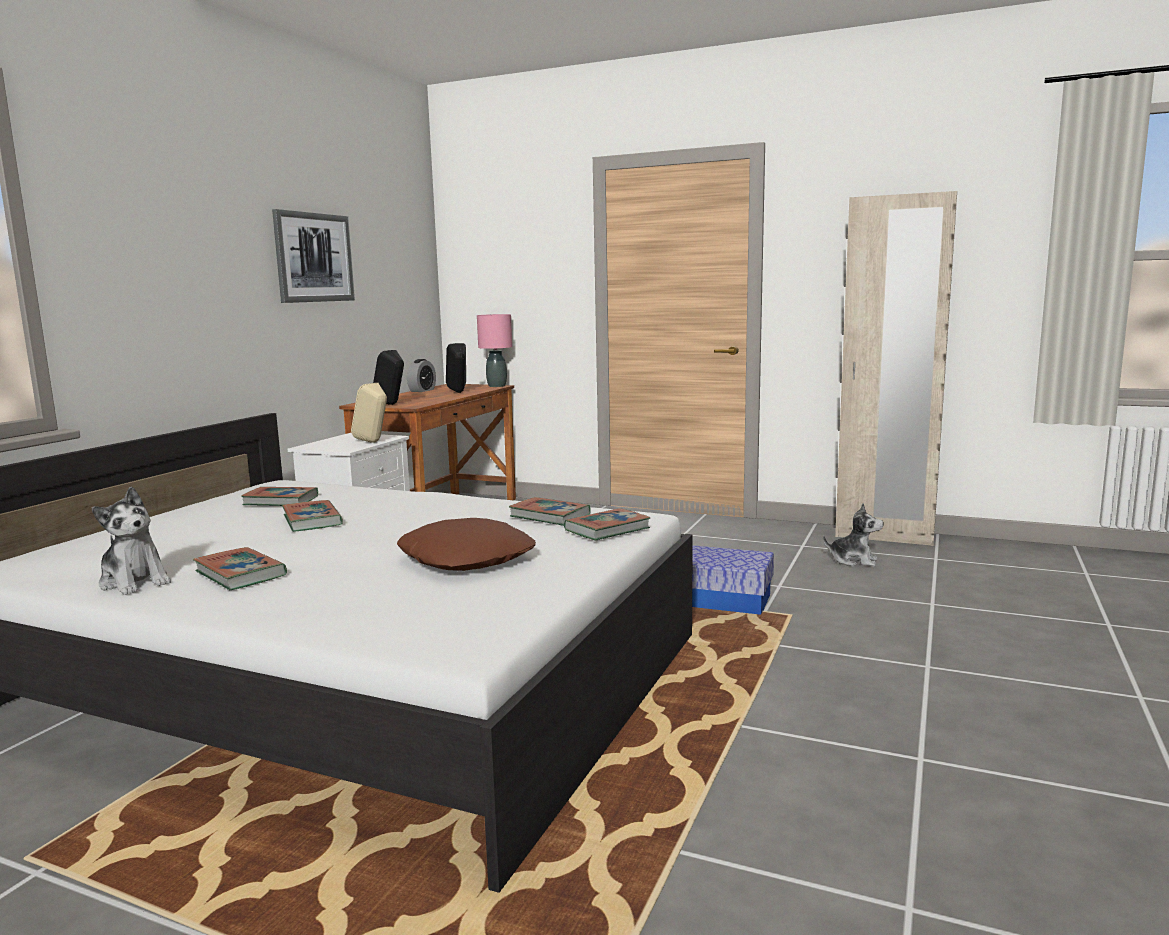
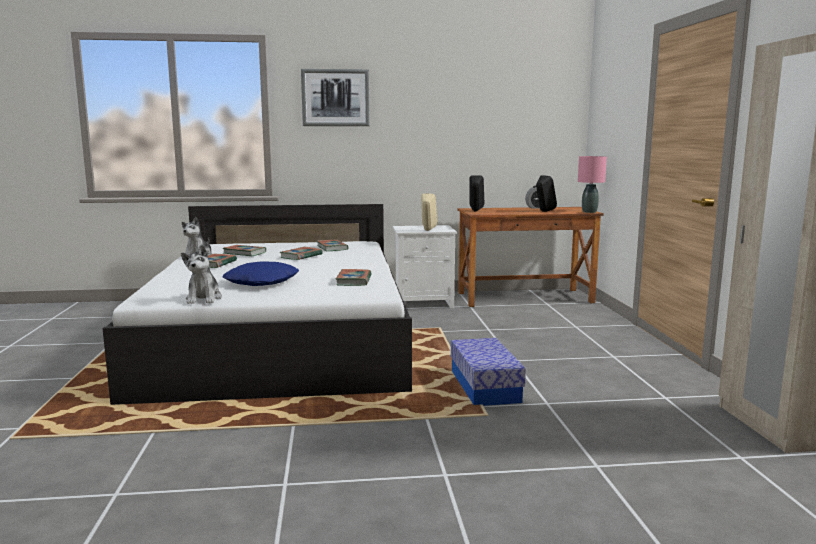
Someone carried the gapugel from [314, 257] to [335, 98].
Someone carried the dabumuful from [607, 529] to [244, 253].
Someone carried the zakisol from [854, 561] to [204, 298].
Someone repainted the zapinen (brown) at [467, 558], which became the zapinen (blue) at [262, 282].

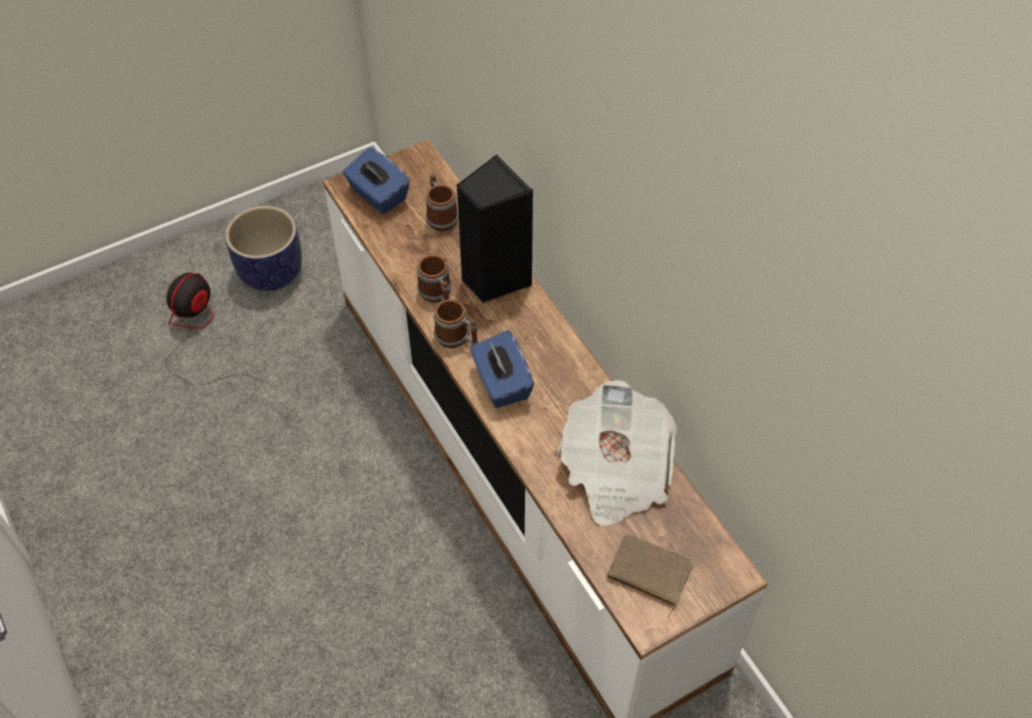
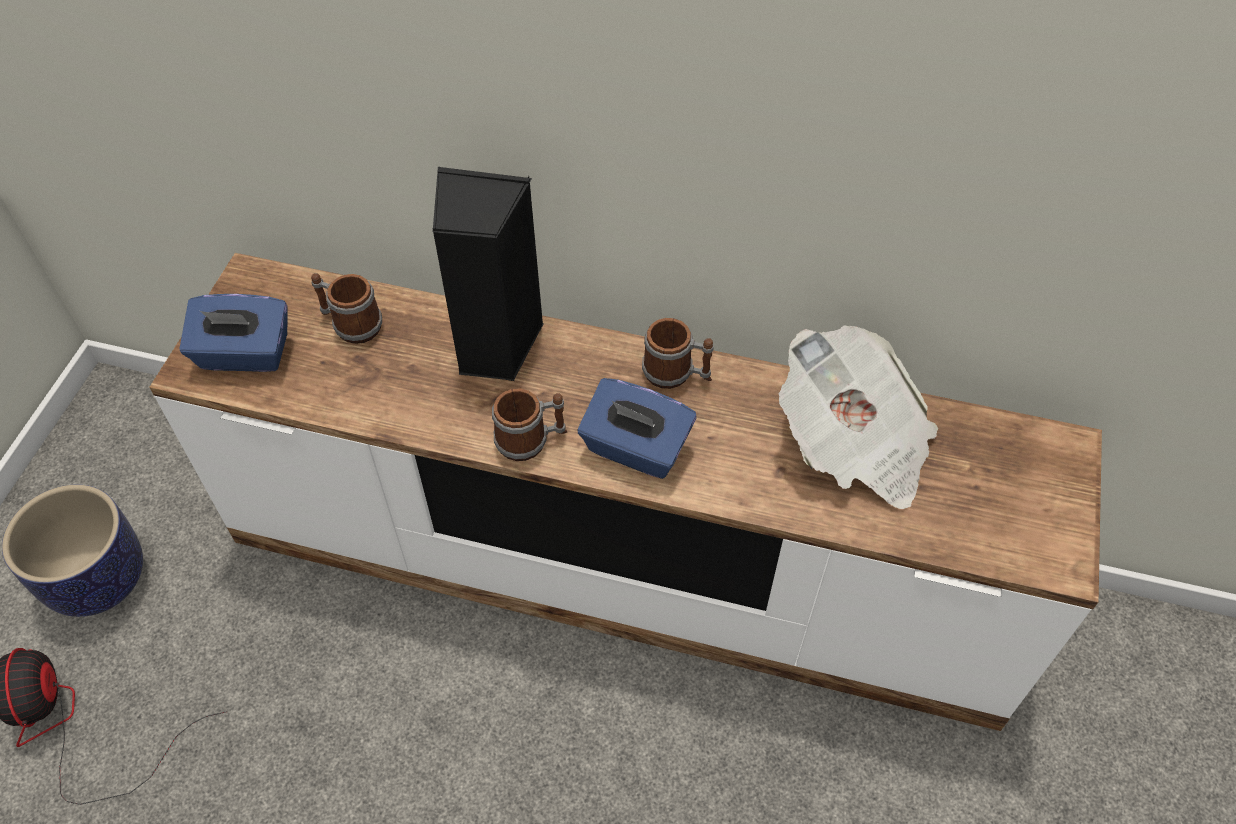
Someone took away the dabumuful (brown) at [648, 574].
Someone carried the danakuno from [438, 296] to [676, 374].

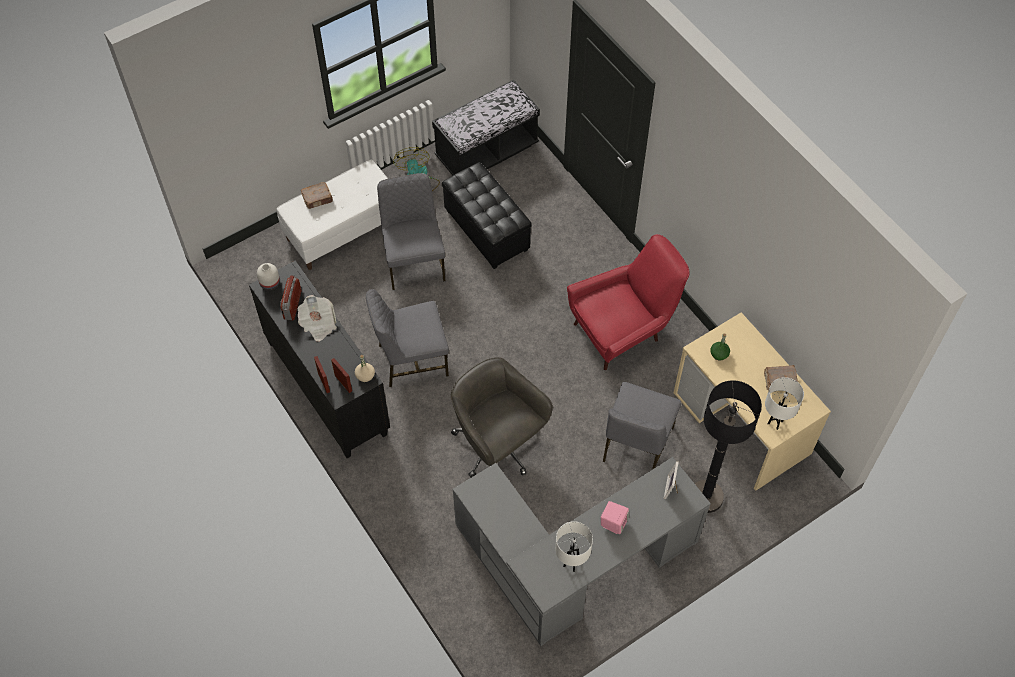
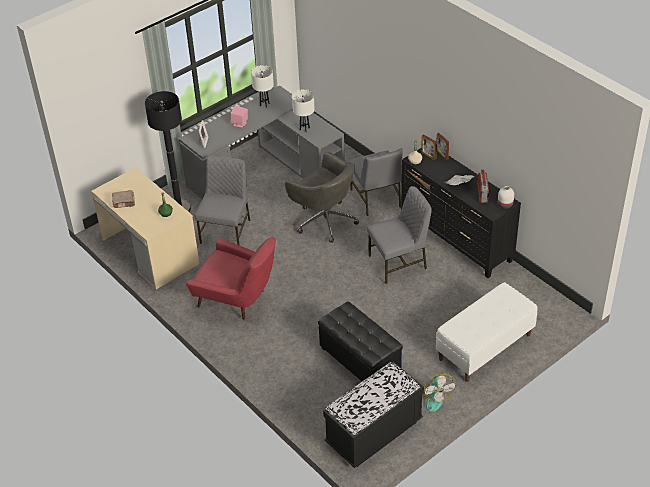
Someone took away the dabumuful (brown) at [318, 199].
Someone carried the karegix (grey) from [414, 261] to [376, 198].
Someone carried the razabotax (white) from [775, 422] to [304, 129].
Someone rotated the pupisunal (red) at [623, 330] by 120 degrees counterclockwise.

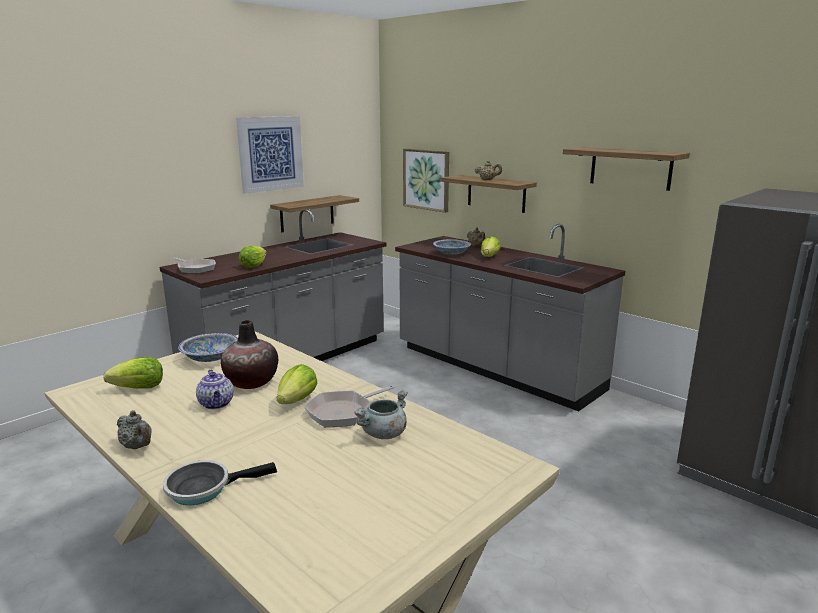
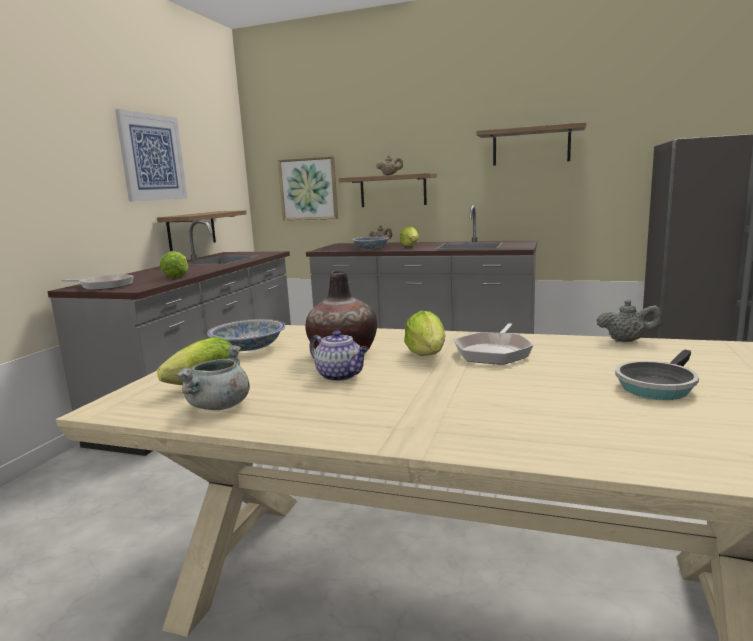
Someone carried the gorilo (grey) from [138, 446] to [627, 341].
Someone carried the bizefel from [204, 488] to [656, 386].
Someone carried the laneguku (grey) from [383, 434] to [219, 406].

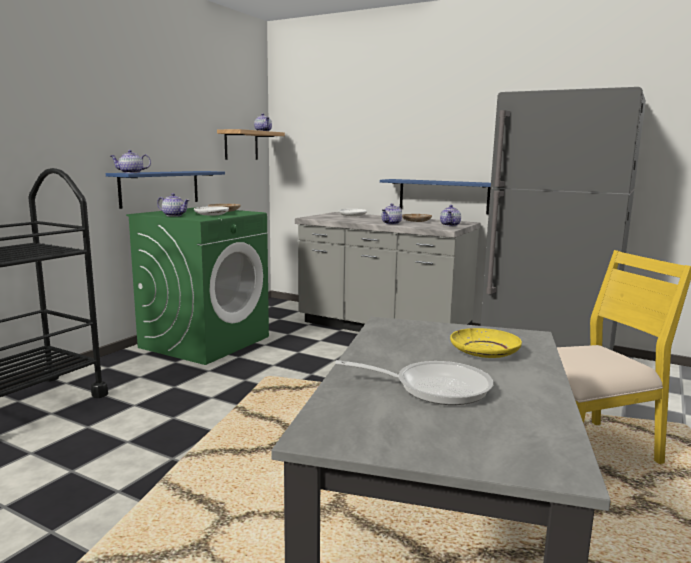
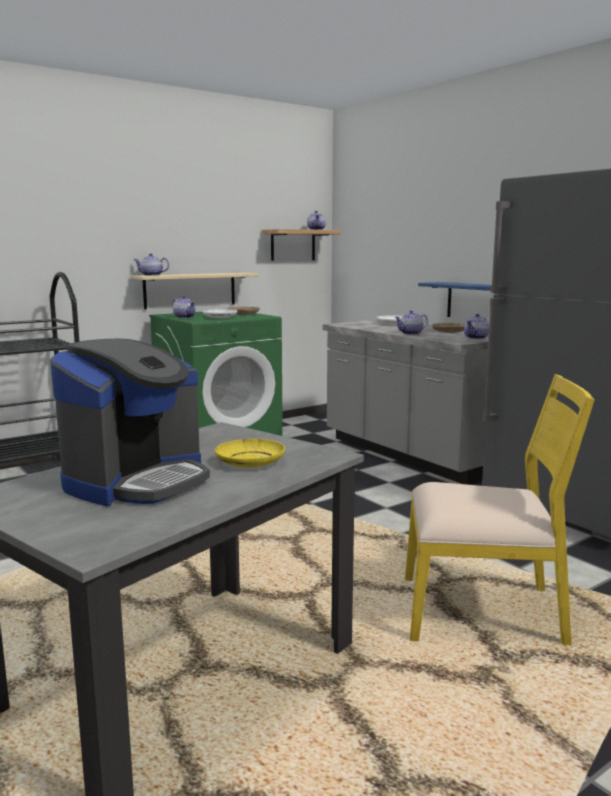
Someone swapped the bizefel at [433, 387] for the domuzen at [137, 481].
Someone repainted the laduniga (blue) at [160, 188], which became the laduniga (beige) at [190, 290].

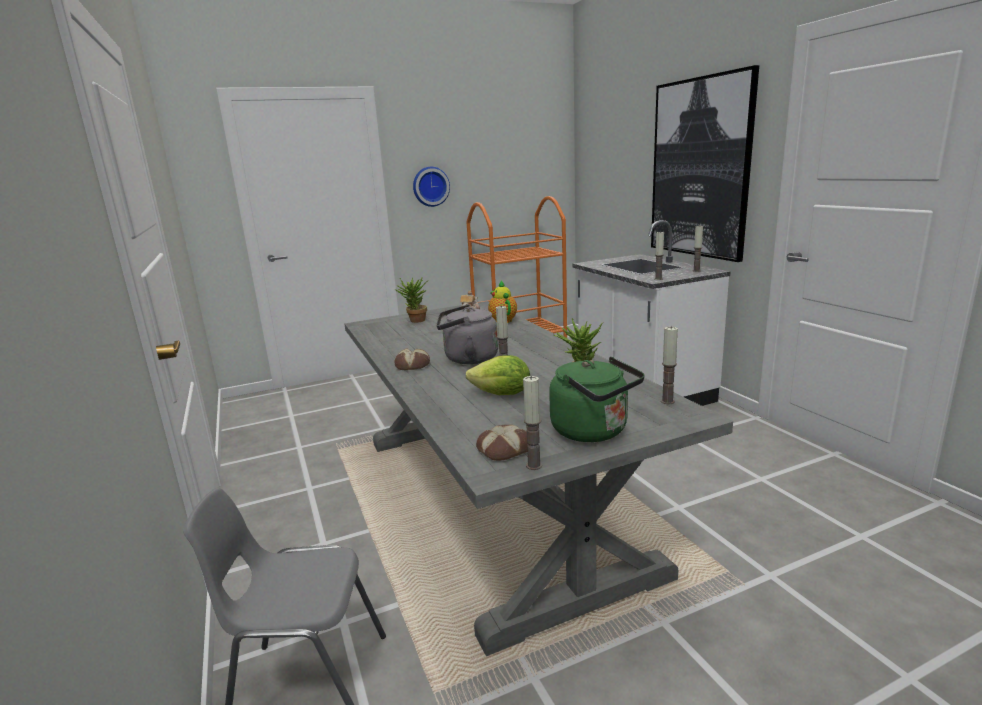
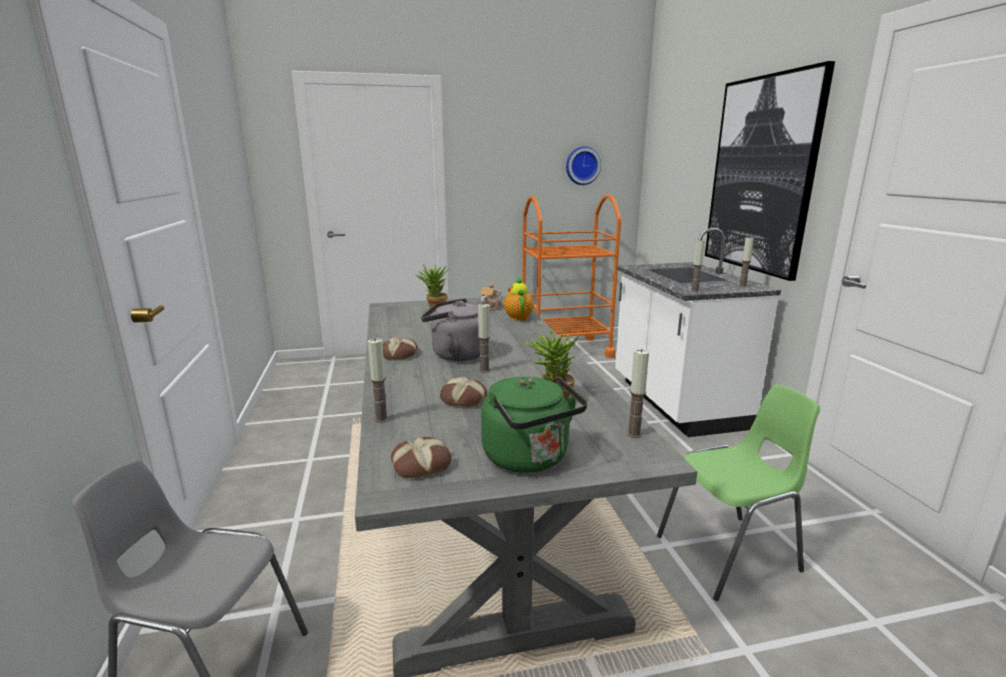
Someone put down the karegix (green) at [729, 554].
Someone carried the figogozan from [430, 186] to [582, 165].
Someone carried the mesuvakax from [534, 465] to [381, 419].
Someone swapped the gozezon at [502, 394] for the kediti at [462, 399].

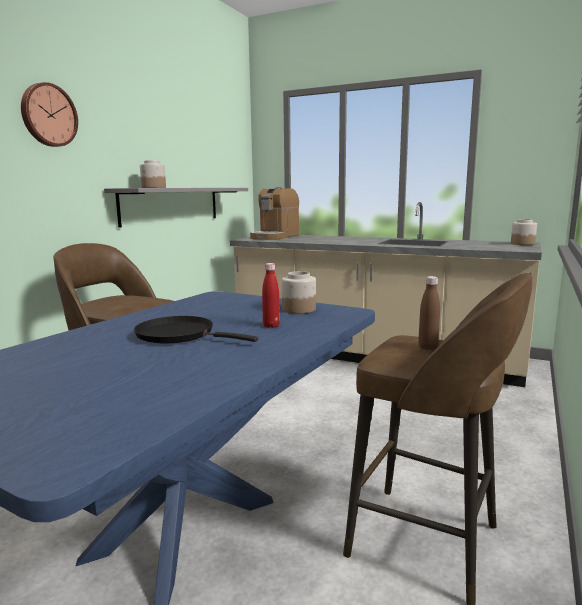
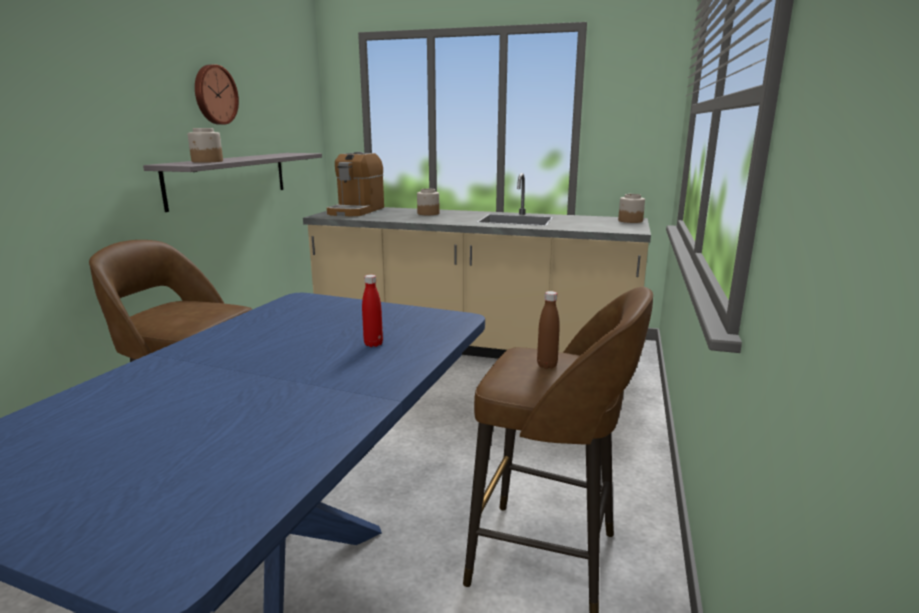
Someone took away the bizefel (black) at [180, 335].
Someone carried the figogozan from [48, 115] to [214, 95].
Someone carried the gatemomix from [298, 309] to [428, 213].

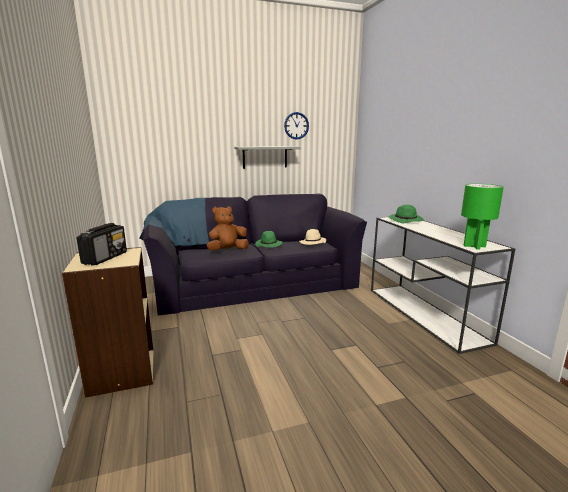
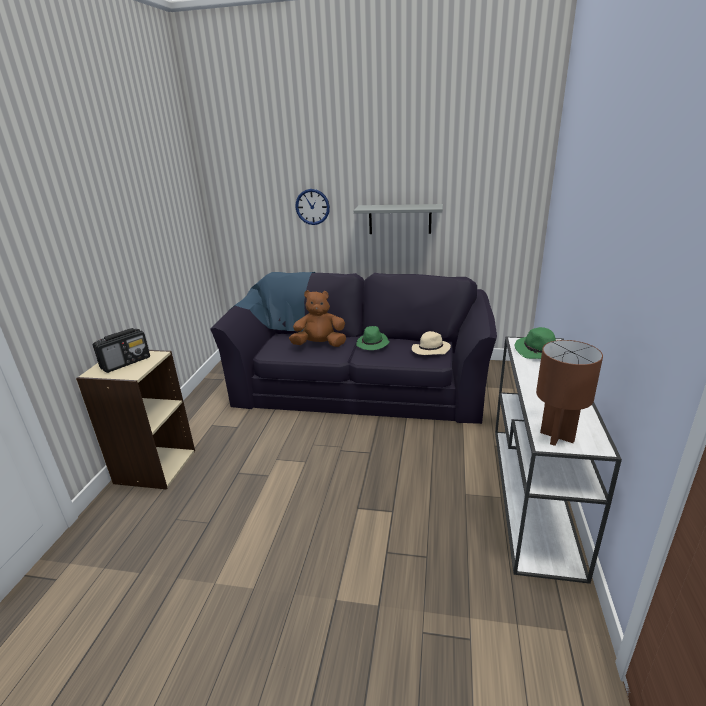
Someone carried the figogozan from [296, 125] to [312, 207].
Someone repainted the razabotax (green) at [474, 246], which became the razabotax (brown) at [556, 436].

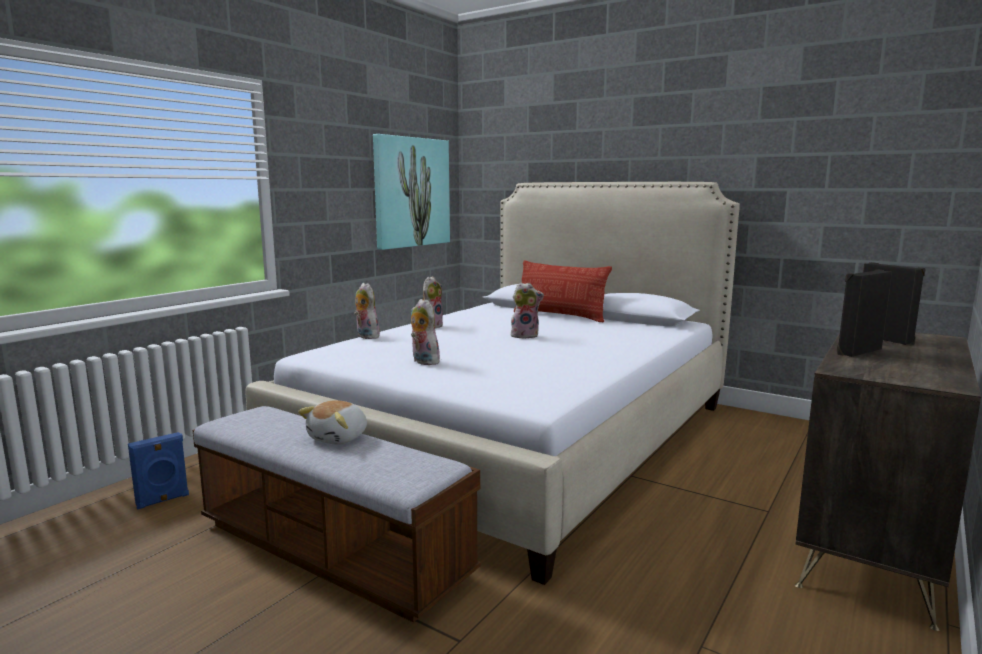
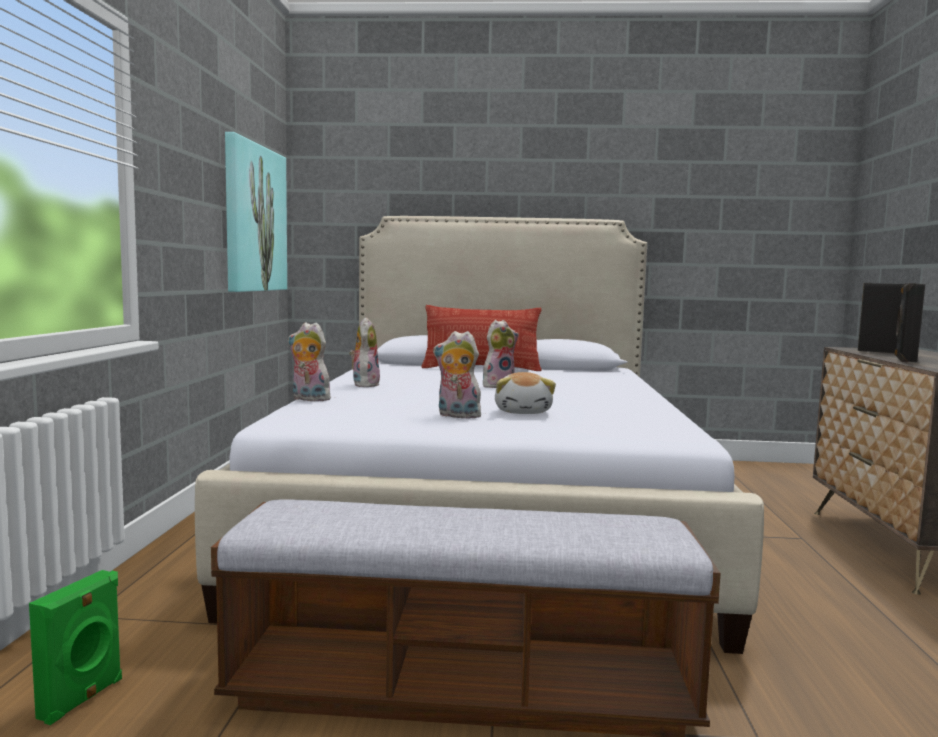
Someone carried the zakisol from [339, 438] to [523, 412].
Someone repainted the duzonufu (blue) at [163, 500], which became the duzonufu (green) at [83, 699].

